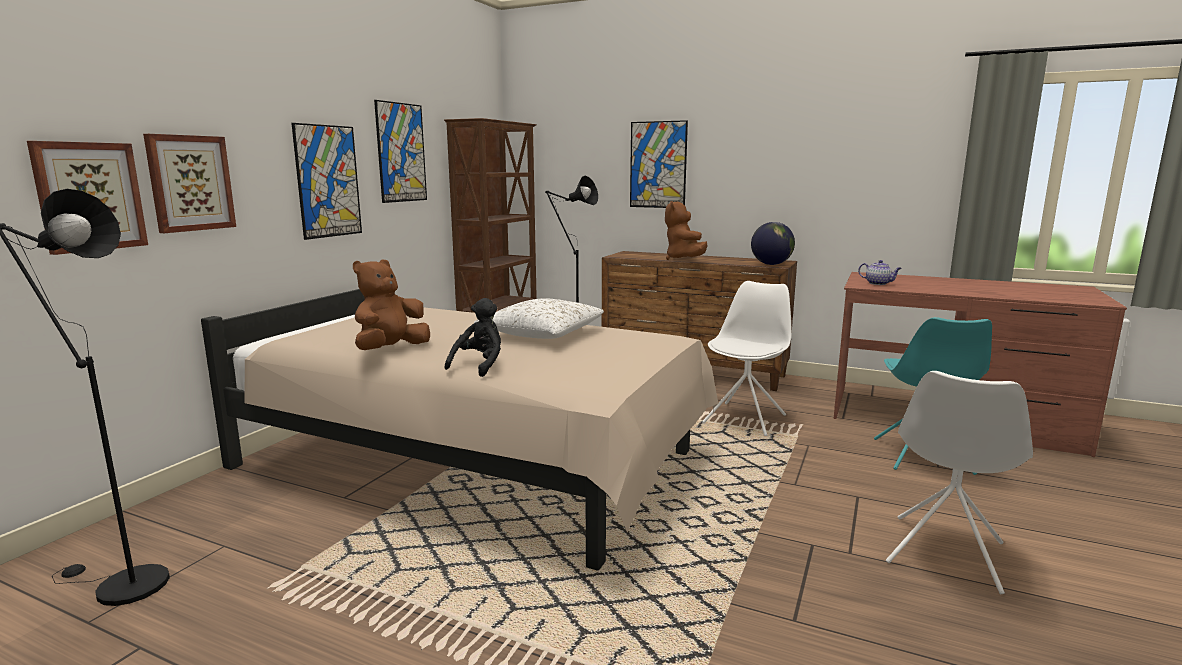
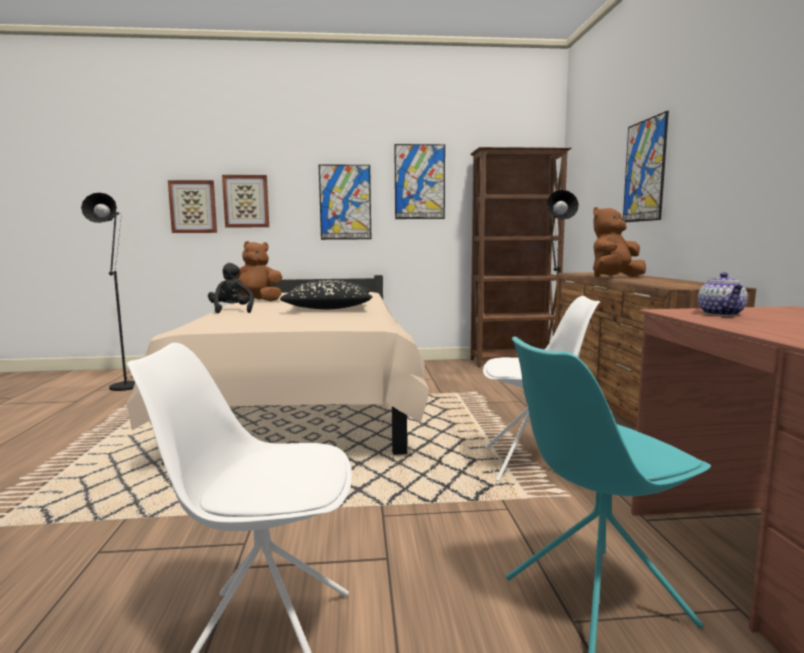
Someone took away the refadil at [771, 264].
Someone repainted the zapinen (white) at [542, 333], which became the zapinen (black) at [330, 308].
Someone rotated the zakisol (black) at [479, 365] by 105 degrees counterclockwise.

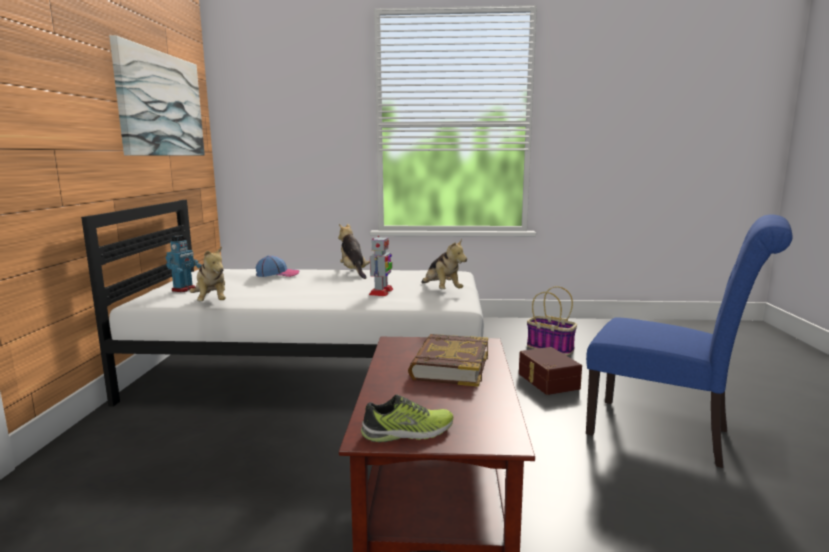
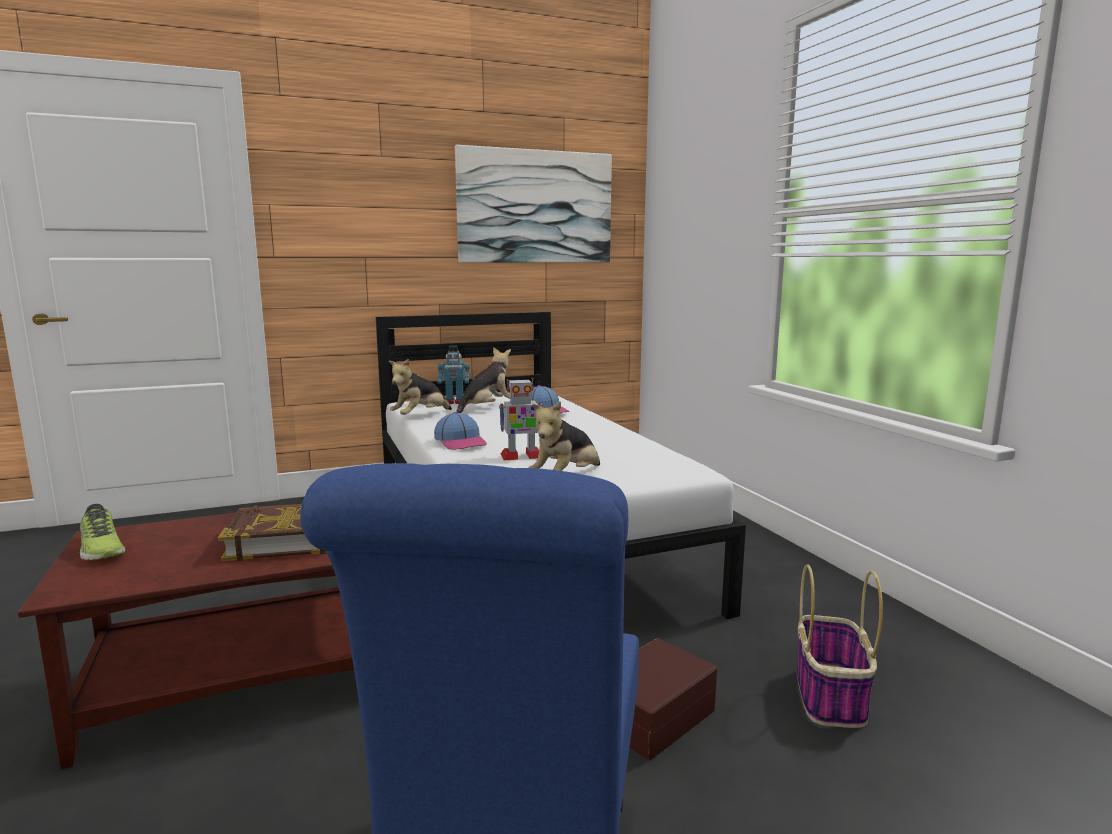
Someone put down the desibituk at [461, 442].
Someone carried the zakisol from [353, 272] to [486, 408].

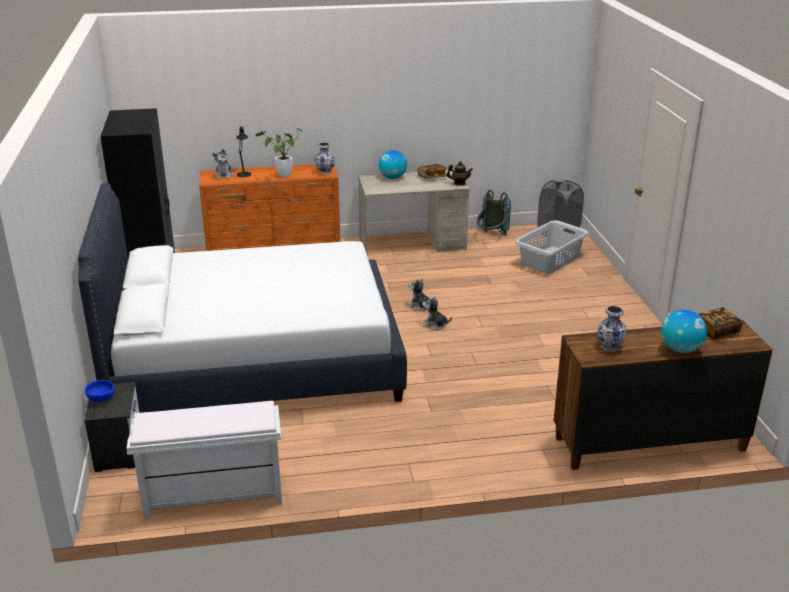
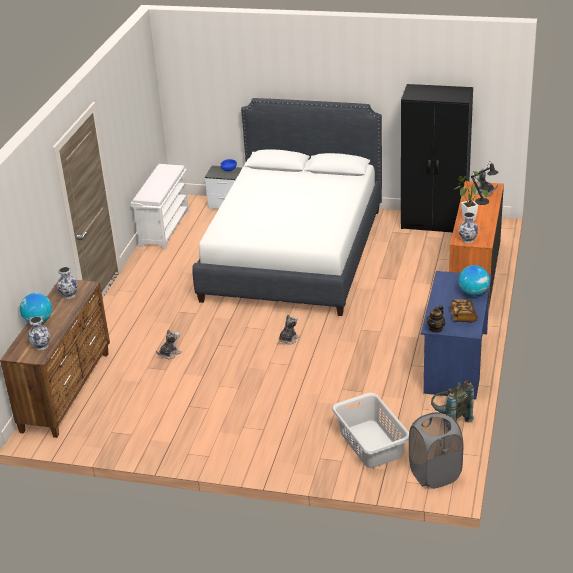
Someone carried the zakisol from [420, 306] to [169, 354].
Someone swapped the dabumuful at [716, 331] for the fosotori at [41, 346].
Someone repainted the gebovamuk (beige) at [412, 244], which became the gebovamuk (blue) at [456, 363].

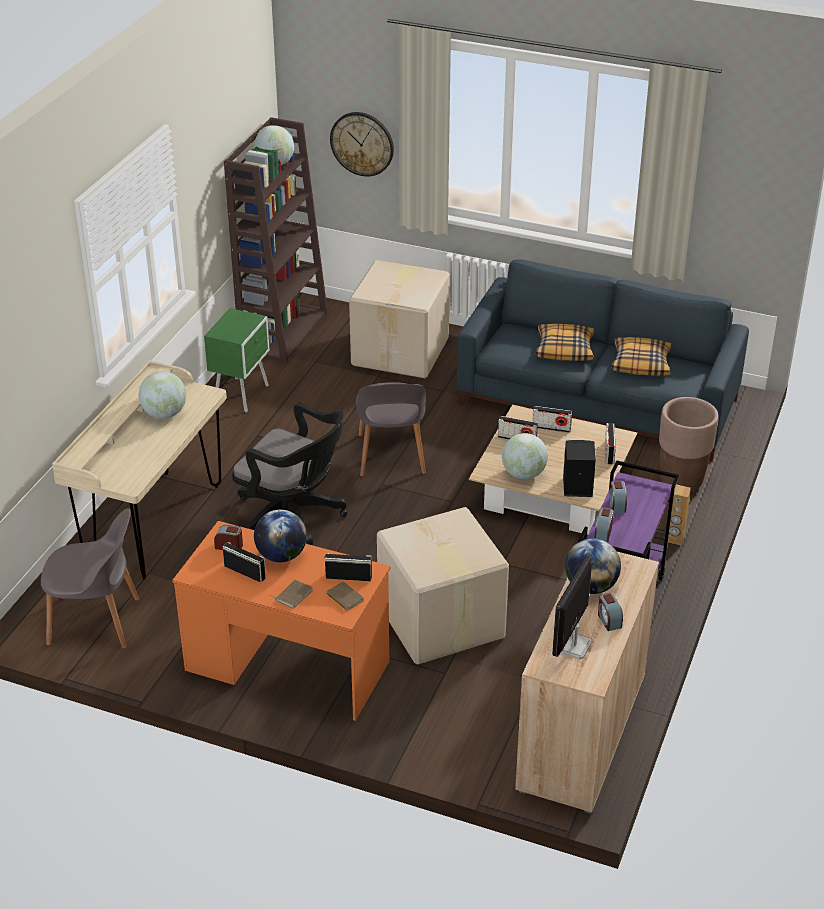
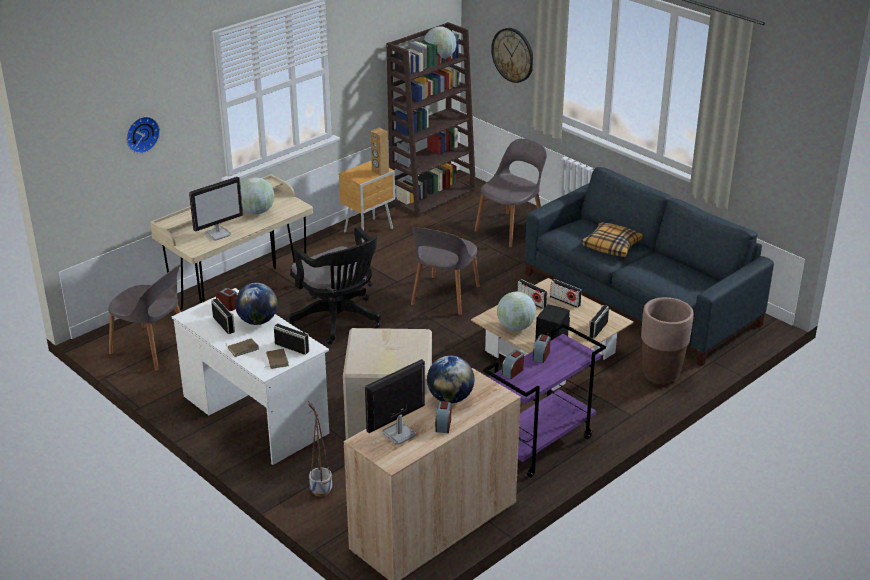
Someone took away the zapinen at [640, 363].
Someone put up the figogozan at [141, 134].
Someone put down the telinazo at [218, 234].
Someone put down the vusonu at [321, 490].
Someone carried the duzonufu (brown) from [674, 538] to [380, 172].
Someone swapped the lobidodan at [402, 351] for the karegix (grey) at [510, 229].
Someone repainted the gebovamuk (orange) at [287, 666], which became the gebovamuk (white) at [255, 414].
Someone repainted the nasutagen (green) at [242, 394], which became the nasutagen (brown) at [369, 230].

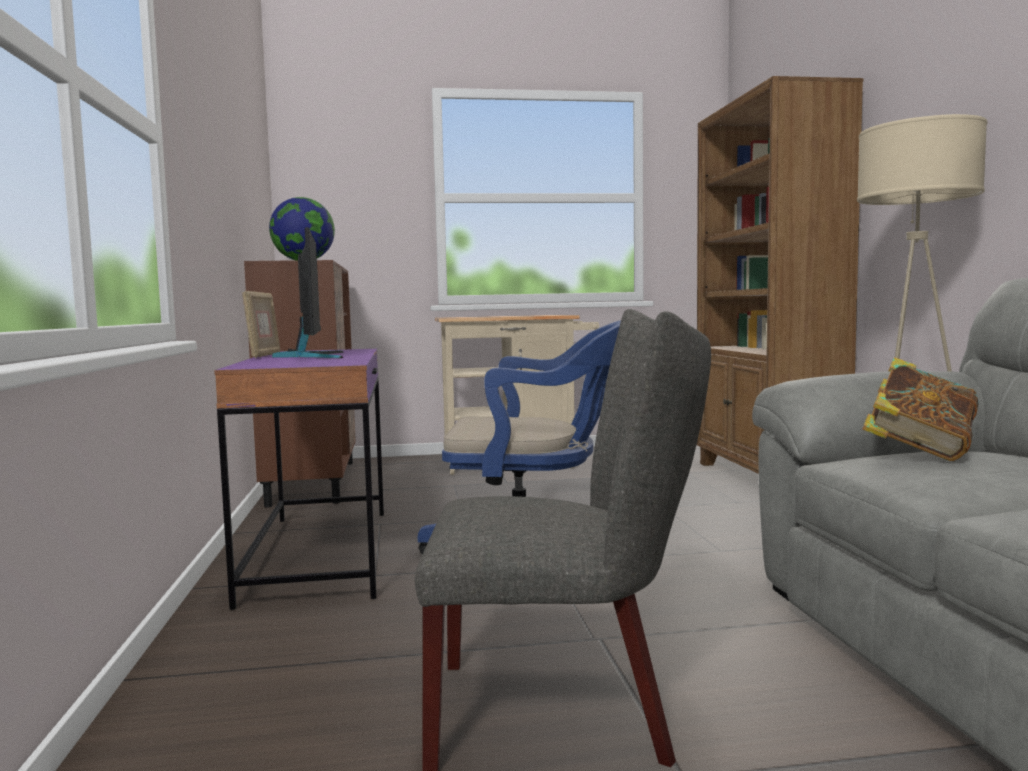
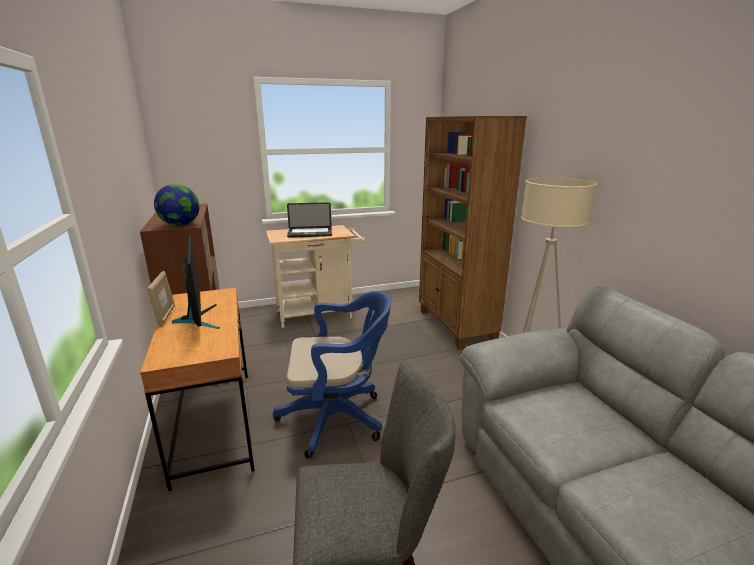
Someone took away the dabumuful at [919, 452].
Someone put down the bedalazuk at [310, 233].
Someone repainted the gebovamuk (purple) at [321, 553], which became the gebovamuk (brown) at [215, 423].

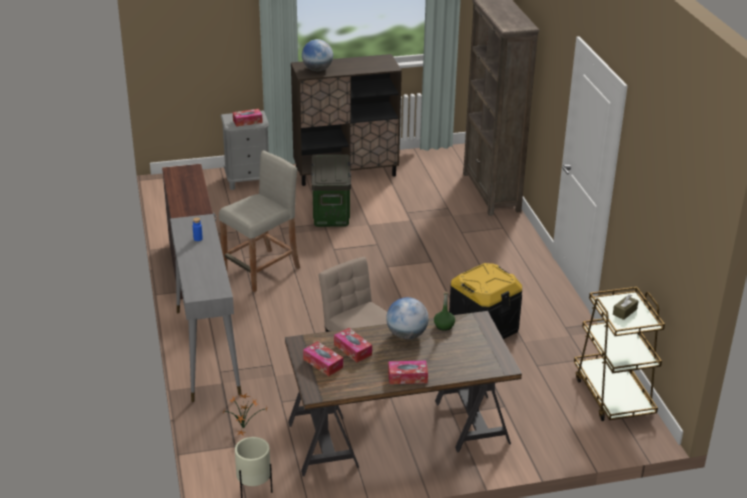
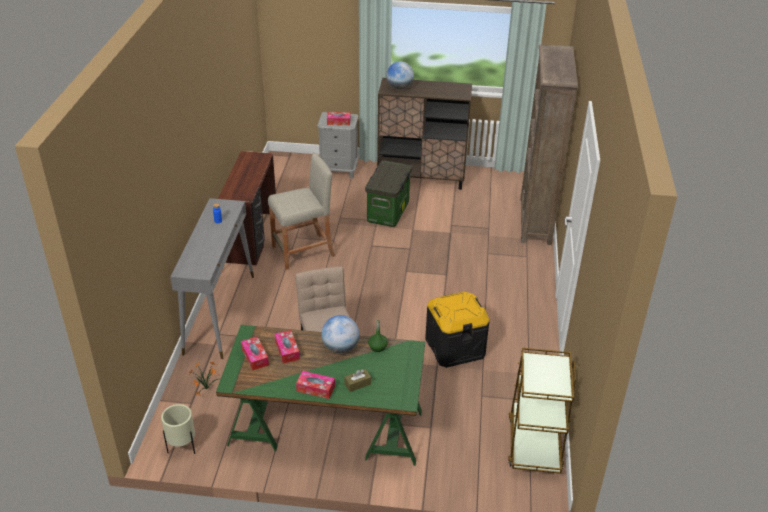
Someone carried the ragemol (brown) from [624, 312] to [357, 384].
Someone repainted the gebovamuk (brown) at [398, 433], which became the gebovamuk (green) at [326, 428].

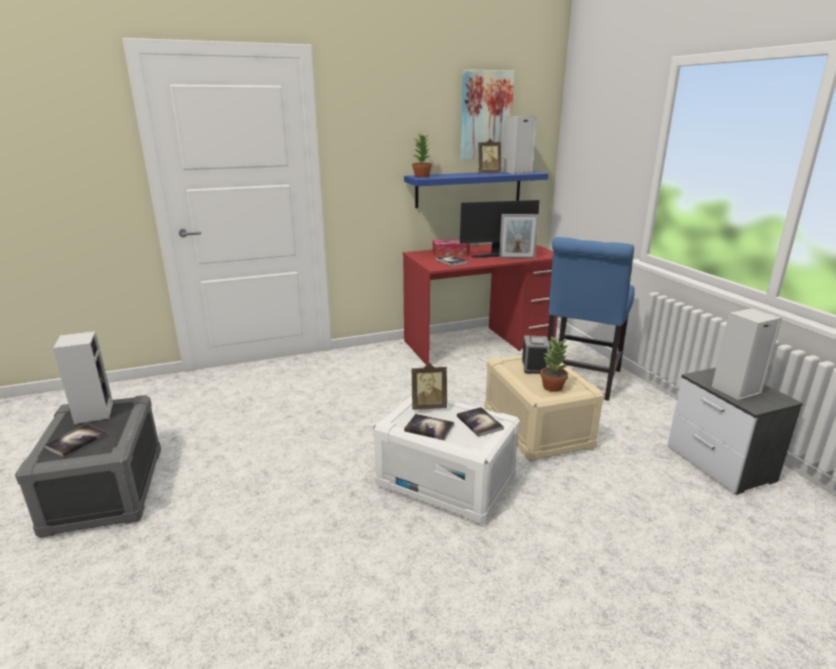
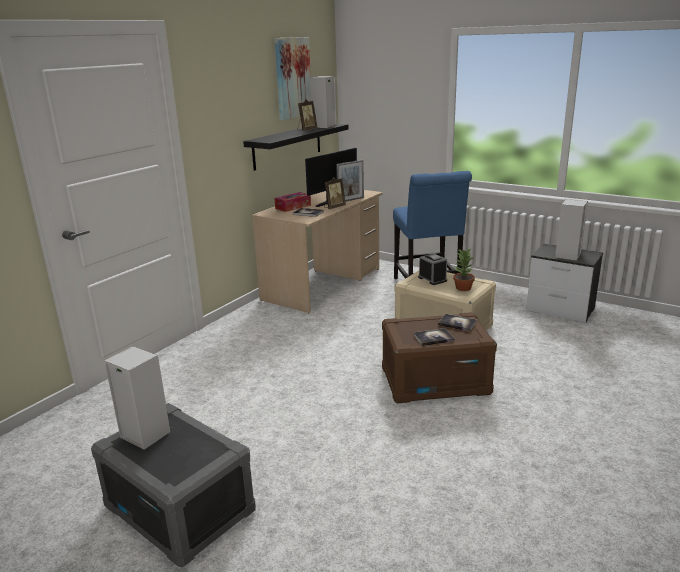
Someone took away the dabumuful at [76, 441].
Someone took away the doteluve at [422, 176].
Someone carried the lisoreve from [428, 406] to [334, 207].
Someone repainted the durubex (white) at [446, 481], which became the durubex (brown) at [435, 381].
Someone repainted the gebovamuk (red) at [479, 343], which became the gebovamuk (beige) at [323, 284].
Someone repainted the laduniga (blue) at [469, 188], which became the laduniga (black) at [287, 146].

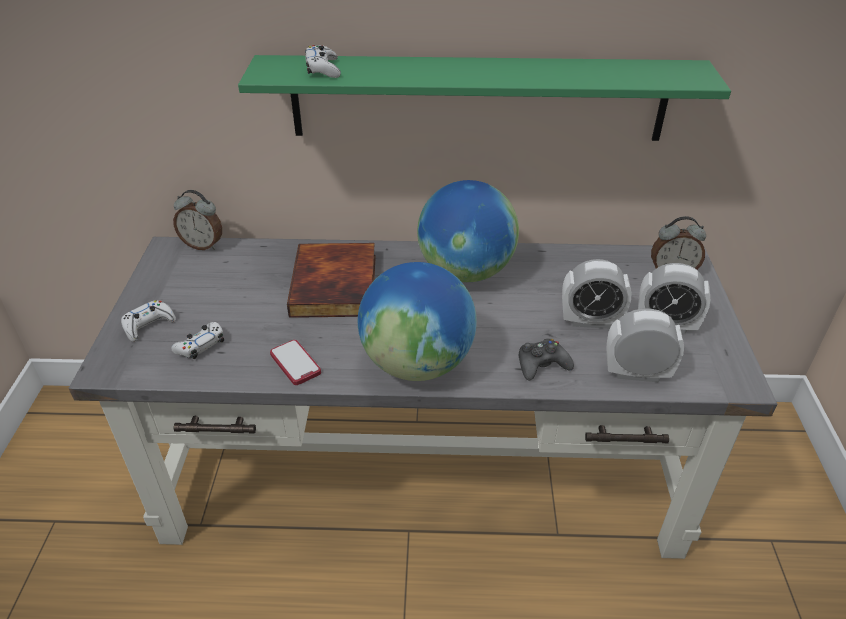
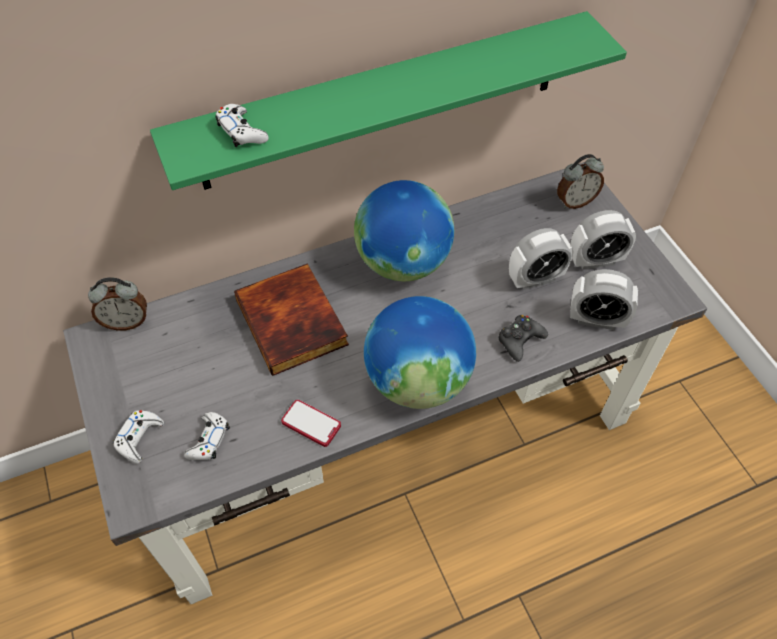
Someone rotated the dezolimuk at [637, 373] by 150 degrees counterclockwise.

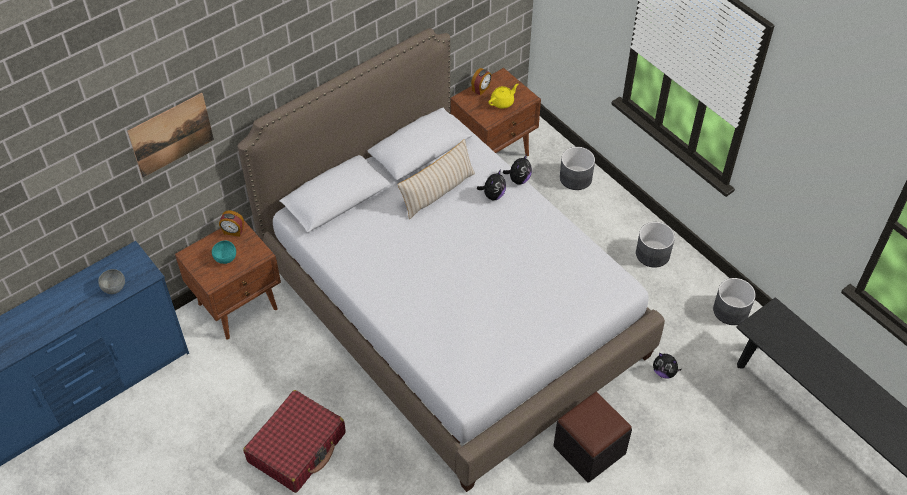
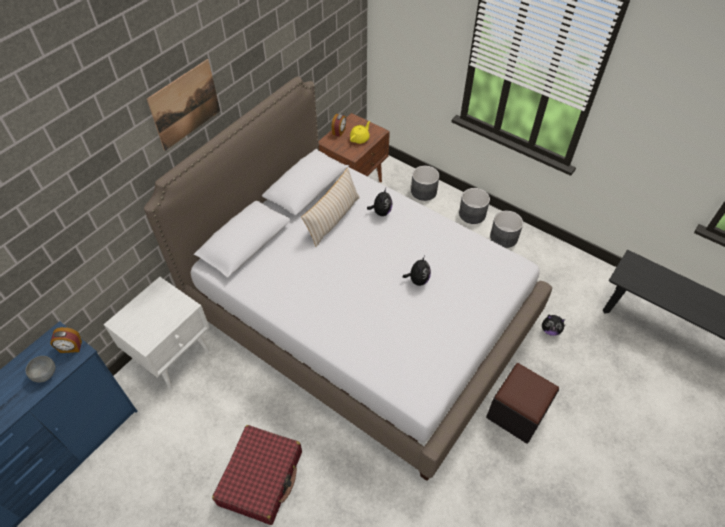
Someone took away the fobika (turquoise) at [225, 258].
Someone carried the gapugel from [171, 135] to [185, 105].
Someone carried the dezolimuk from [233, 231] to [71, 347].
Someone carried the zakisol from [518, 179] to [417, 280].
Someone carried the vusonu (grey) from [731, 310] to [472, 214].
Someone repainted the nasutagen (brown) at [239, 306], which became the nasutagen (white) at [174, 356].

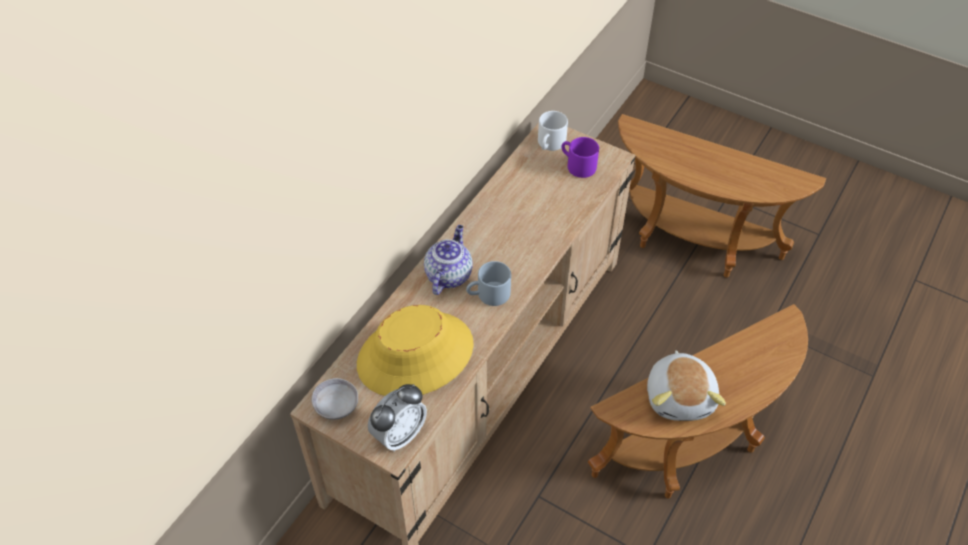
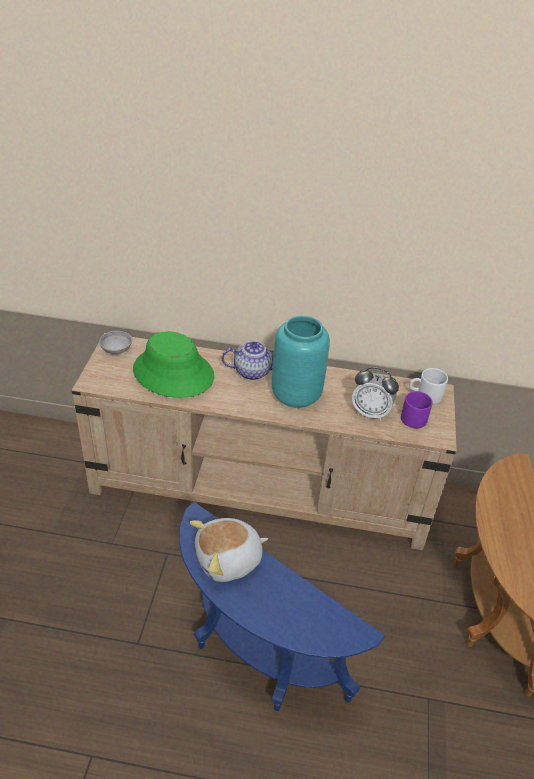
Someone took away the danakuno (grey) at [488, 295].
Someone put down the fosotori (turquoise) at [297, 396].
Someone carried the dezolimuk from [399, 435] to [370, 412].
Someone repainted the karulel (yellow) at [415, 355], which became the karulel (green) at [173, 373].
Someone repainted the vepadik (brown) at [692, 449], which became the vepadik (blue) at [255, 656].

